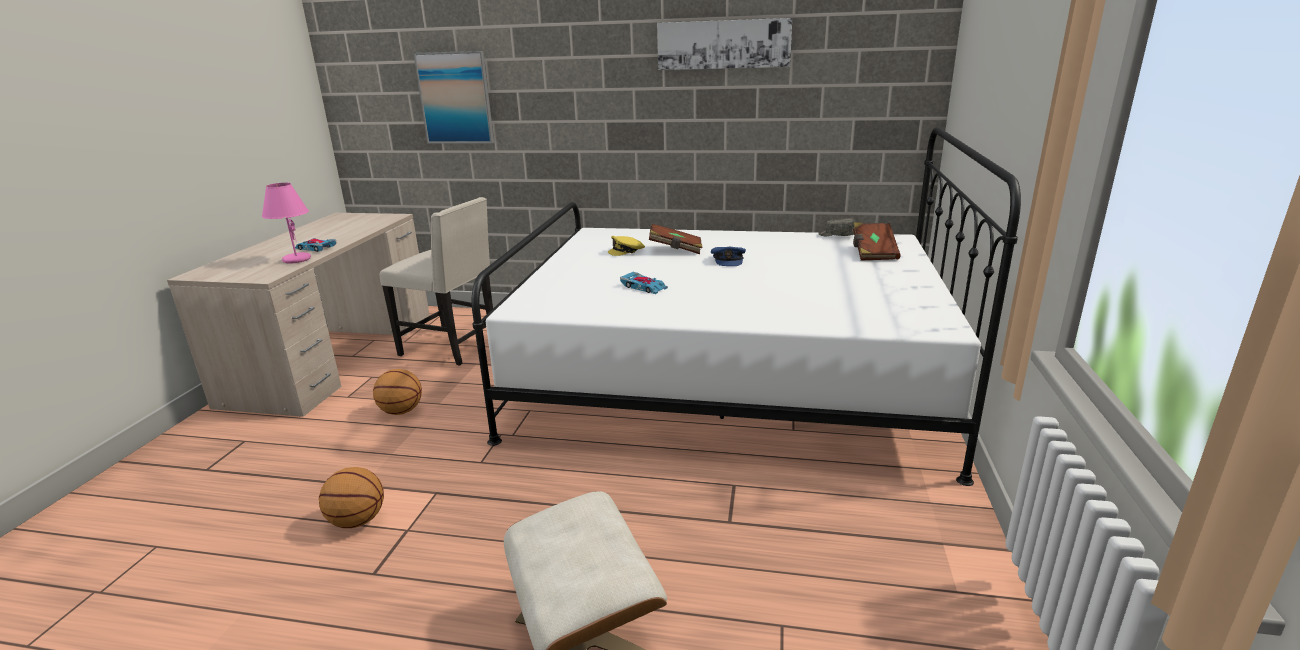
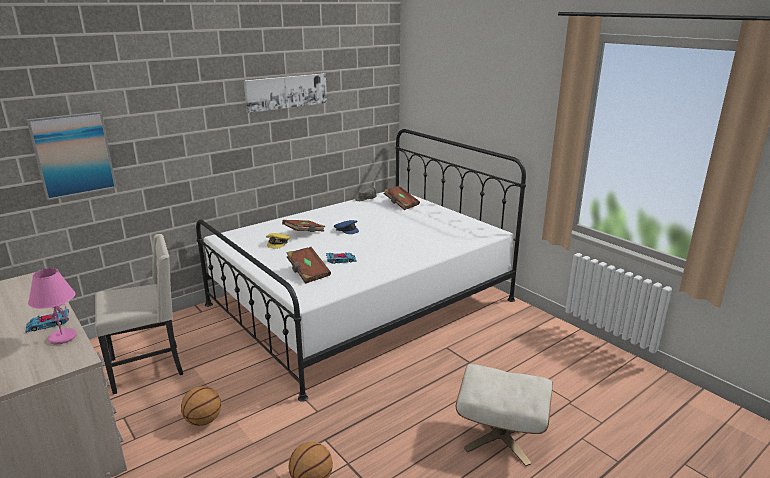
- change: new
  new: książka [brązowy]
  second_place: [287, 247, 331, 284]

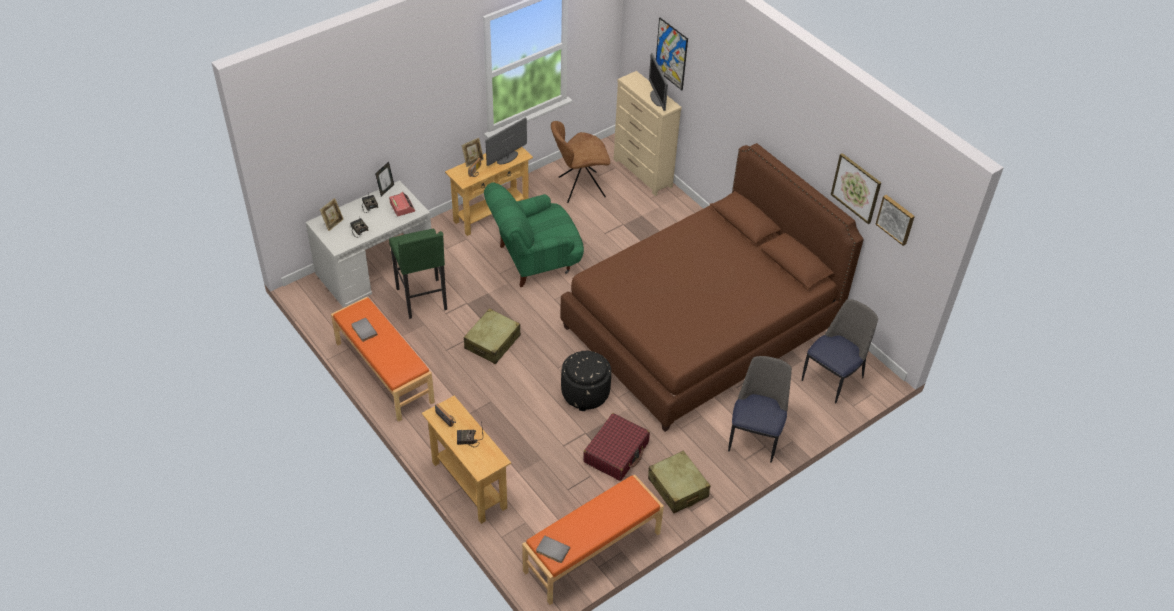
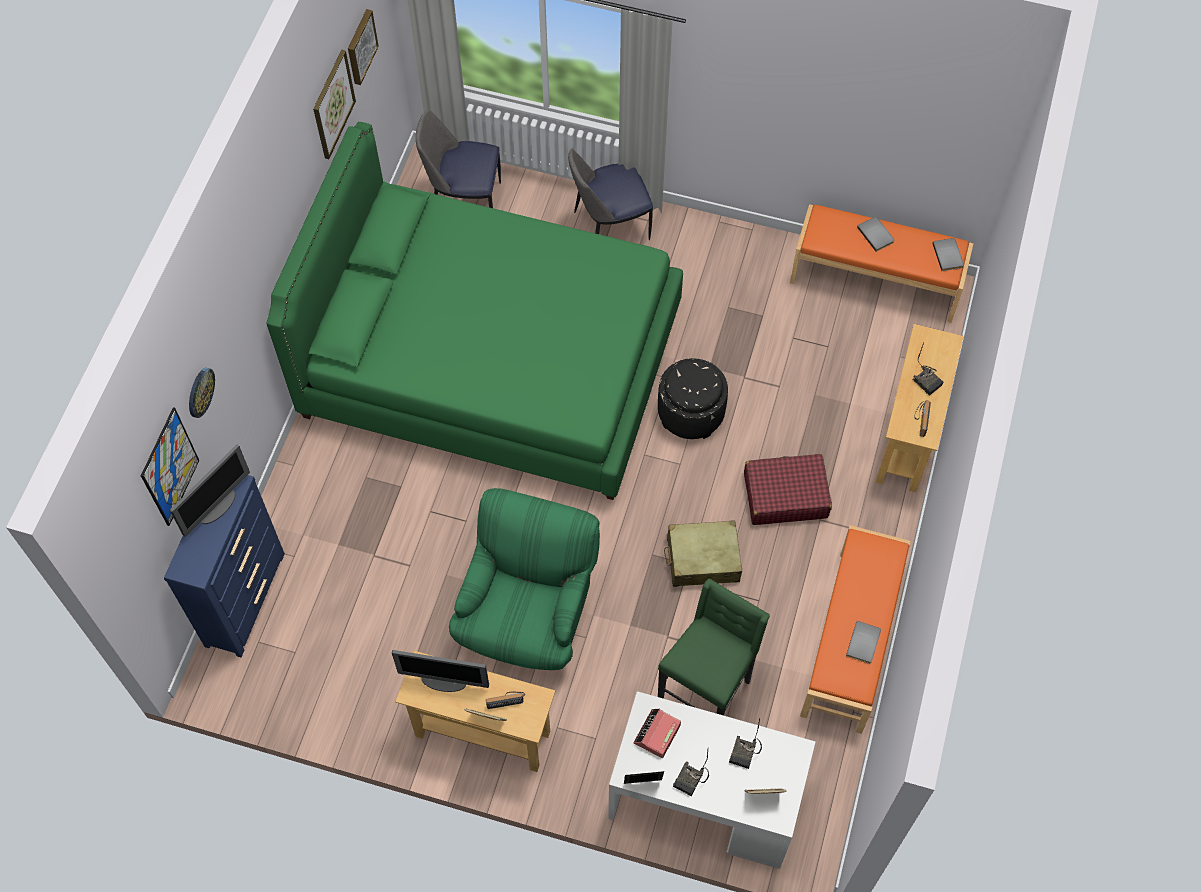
- change: rotated
  old: fotel [zielony]
  first_place: [484, 182, 584, 287]
  second_place: [449, 488, 600, 670]
  degrees: -105
- change: gone
  old: krzesło [brązowy]
  first_place: [551, 121, 610, 203]
- change: repainted
  old: łóżko [brązowy]
  new: łóżko [zielony]
  first_place: [560, 143, 864, 432]
  second_place: [266, 122, 683, 500]
- change: shifted
  old: walizka [czerwony]
  first_place: [583, 413, 650, 481]
  second_place: [744, 454, 832, 525]
- change: repainted
  old: komoda [beżowy]
  new: komoda [niebieski]
  first_place: [614, 71, 682, 196]
  second_place: [164, 475, 285, 657]
- change: gone
  old: walizka [beżowy]
  first_place: [648, 451, 710, 513]
- change: new
  new: zegar ścienny
  second_place: [189, 368, 215, 418]
- change: new
  new: książka [szary]
  second_place: [857, 217, 894, 252]

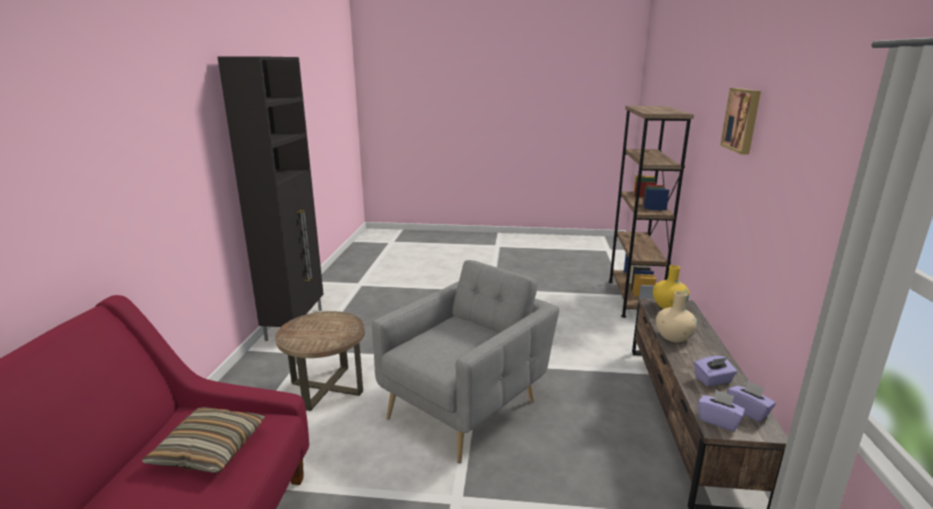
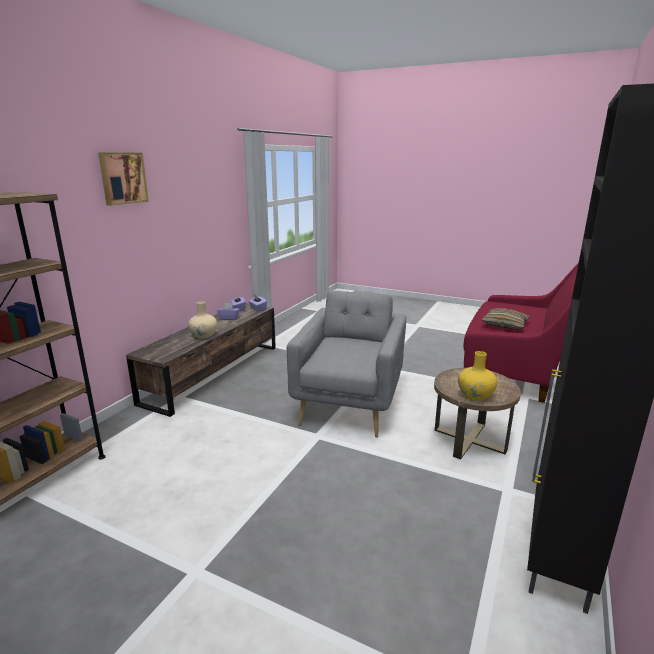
- change: rotated
  old: fotel [szary]
  first_place: [372, 260, 559, 463]
  second_place: [287, 291, 406, 437]
  degrees: 135
- change: shifted
  old: wazon [żółty]
  first_place: [653, 265, 690, 309]
  second_place: [458, 351, 497, 401]

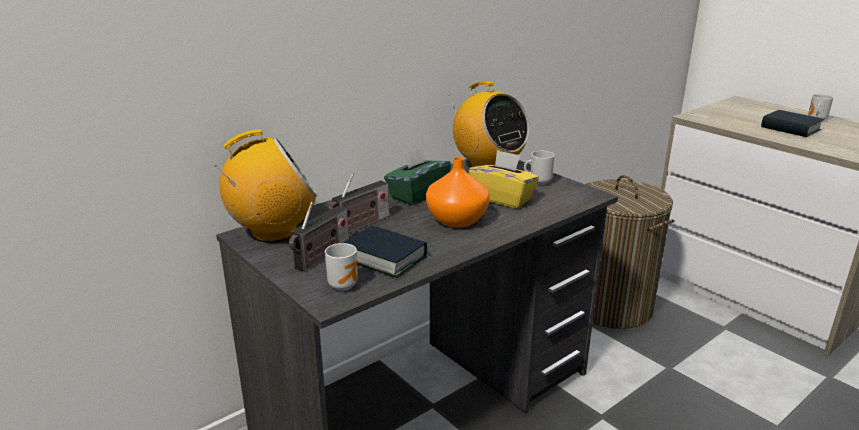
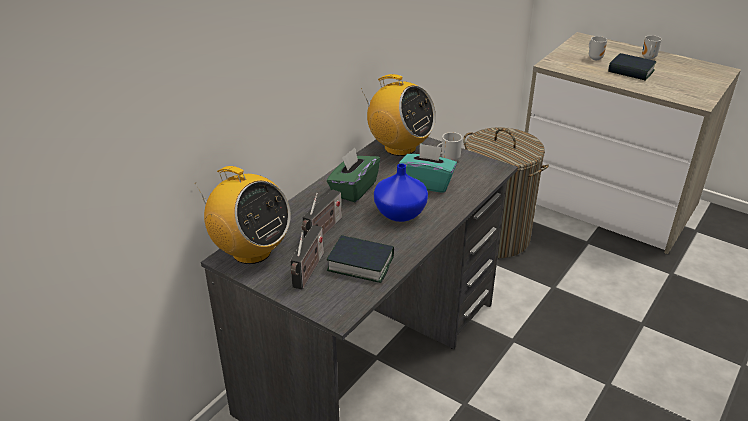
- change: rotated
  old: radio
  first_place: [215, 130, 317, 242]
  second_place: [194, 166, 291, 264]
  degrees: 75
- change: shifted
  old: kubek
  first_place: [325, 243, 358, 291]
  second_place: [589, 36, 607, 60]
- change: repainted
  old: wazon [pomarańczowy]
  new: wazon [niebieski]
  first_place: [426, 157, 490, 228]
  second_place: [374, 164, 428, 222]
- change: repainted
  old: pudełko chusteczek [żółty]
  new: pudełko chusteczek [turkusowy]
  first_place: [469, 150, 539, 208]
  second_place: [399, 143, 457, 193]

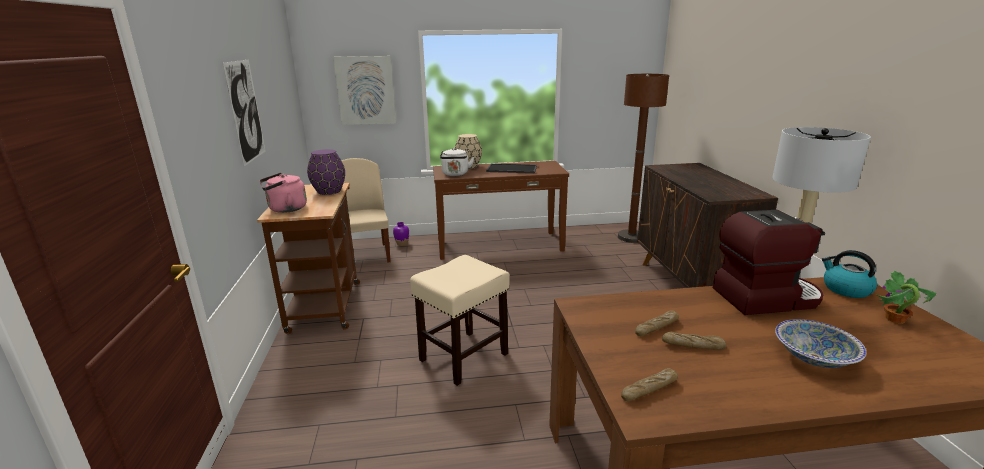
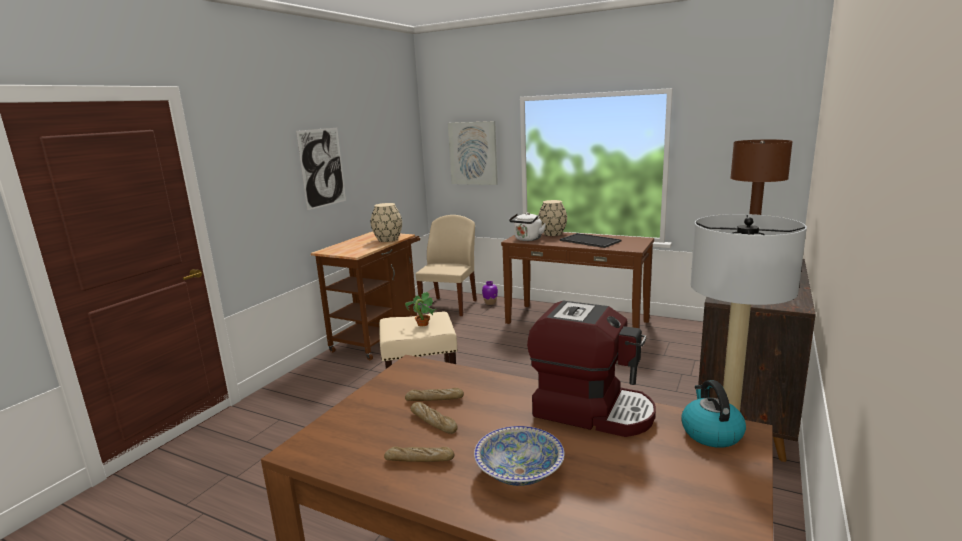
- change: gone
  old: czajnik [różowy]
  first_place: [260, 173, 307, 213]
- change: repainted
  old: wazon [fioletowy]
  new: wazon [beżowy]
  first_place: [307, 149, 345, 195]
  second_place: [371, 203, 402, 242]
- change: shifted
  old: chleb
  first_place: [621, 368, 678, 401]
  second_place: [384, 446, 454, 462]
- change: shifted
  old: roślina doniczkowa
  first_place: [877, 271, 936, 324]
  second_place: [405, 292, 436, 326]

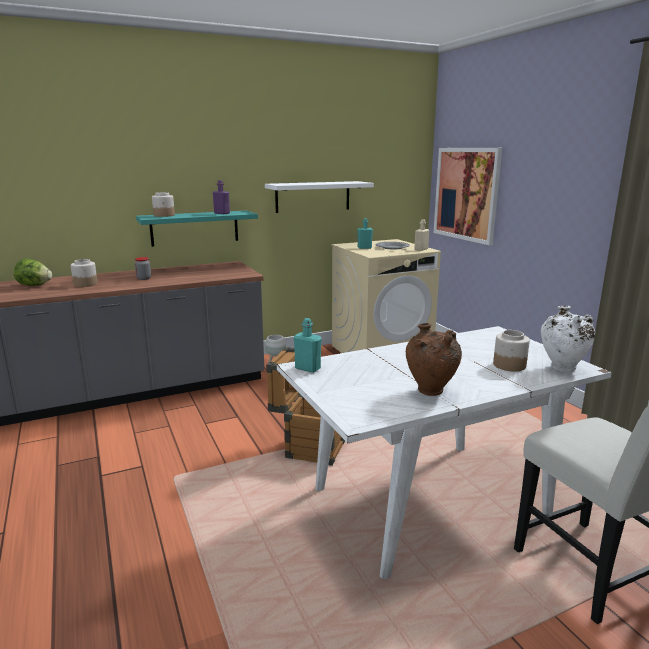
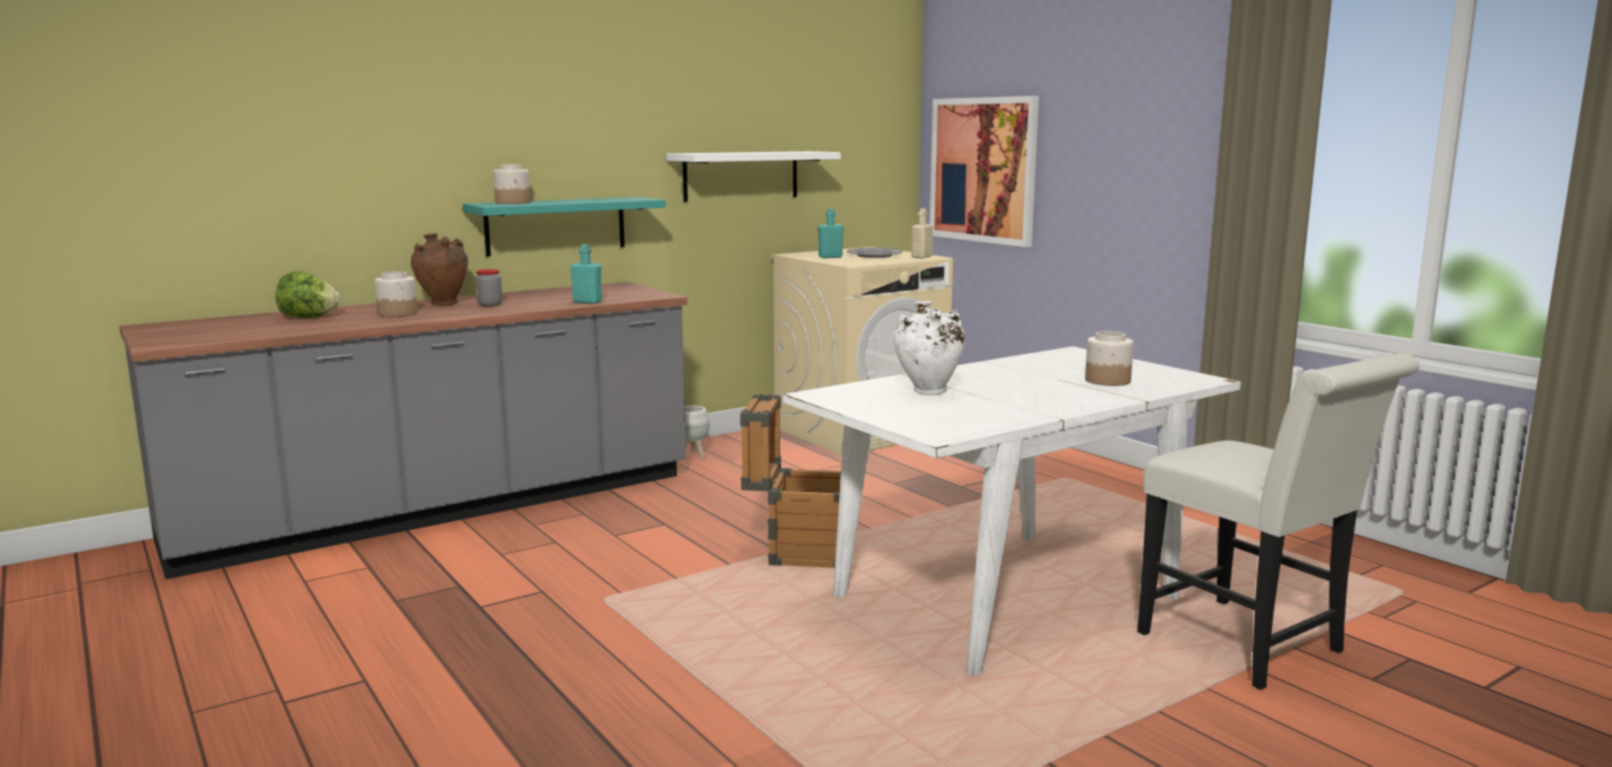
- change: gone
  old: butelka [fioletowy]
  first_place: [213, 180, 230, 214]
- change: shifted
  old: butelka [turkusowy]
  first_place: [294, 318, 322, 373]
  second_place: [570, 244, 602, 304]
- change: shifted
  old: wazon [brązowy]
  first_place: [406, 323, 462, 396]
  second_place: [411, 233, 468, 306]
- change: shifted
  old: wazon [biały]
  first_place: [541, 306, 595, 372]
  second_place: [893, 301, 965, 395]

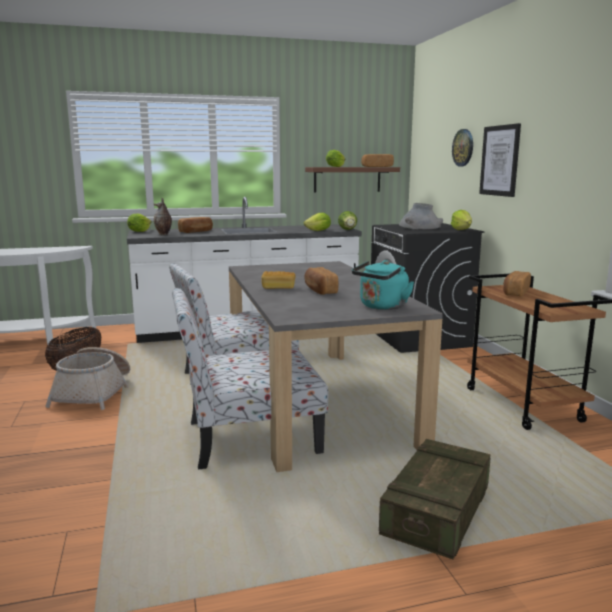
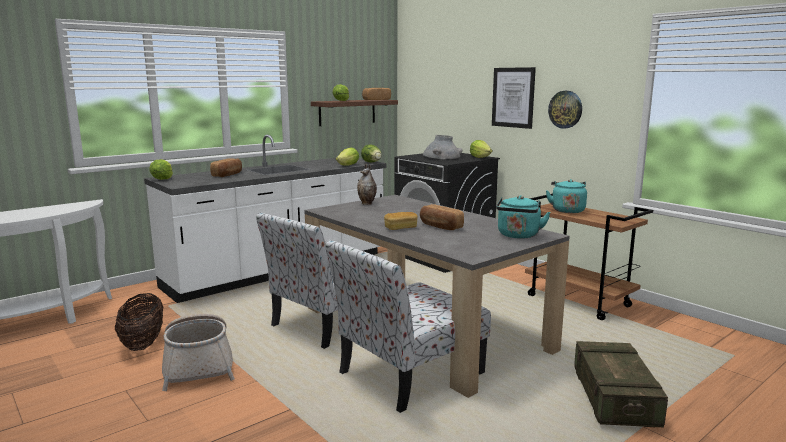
- change: shifted
  old: wazon
  first_place: [154, 198, 172, 235]
  second_place: [357, 164, 377, 205]
- change: shifted
  old: zegar ścienny
  first_place: [452, 129, 473, 166]
  second_place: [548, 91, 582, 129]
- change: swapped
  old: chleb
  new: czajnik [turkusowy]
  first_place: [503, 271, 531, 297]
  second_place: [546, 179, 587, 213]

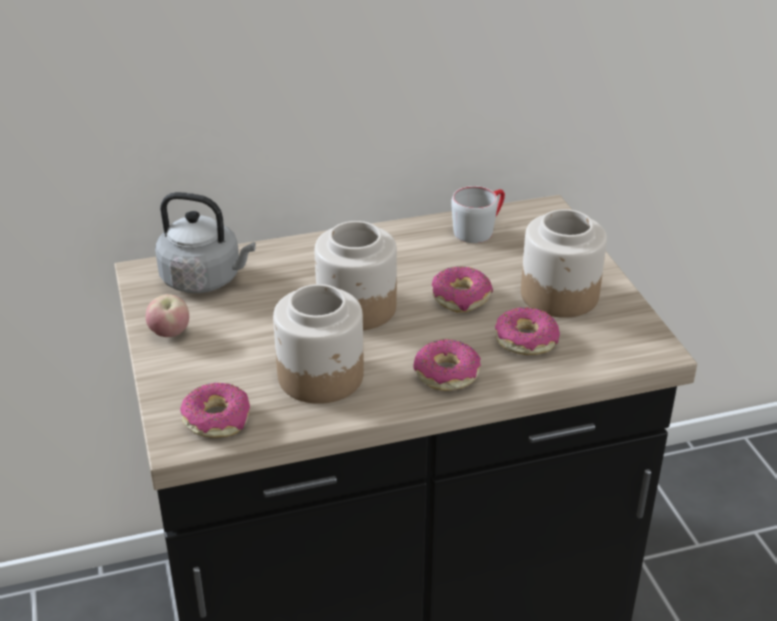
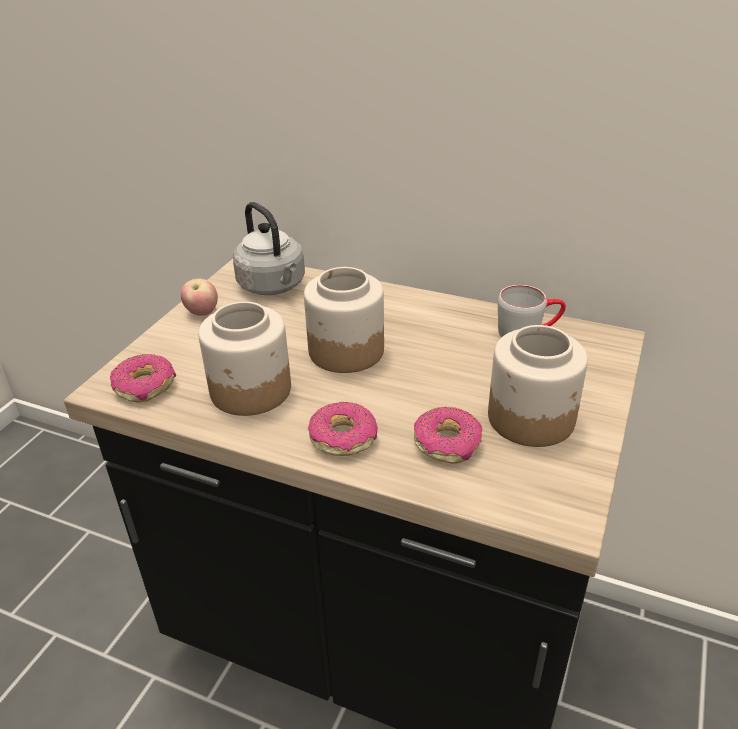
- change: gone
  old: donut
  first_place: [432, 266, 493, 312]

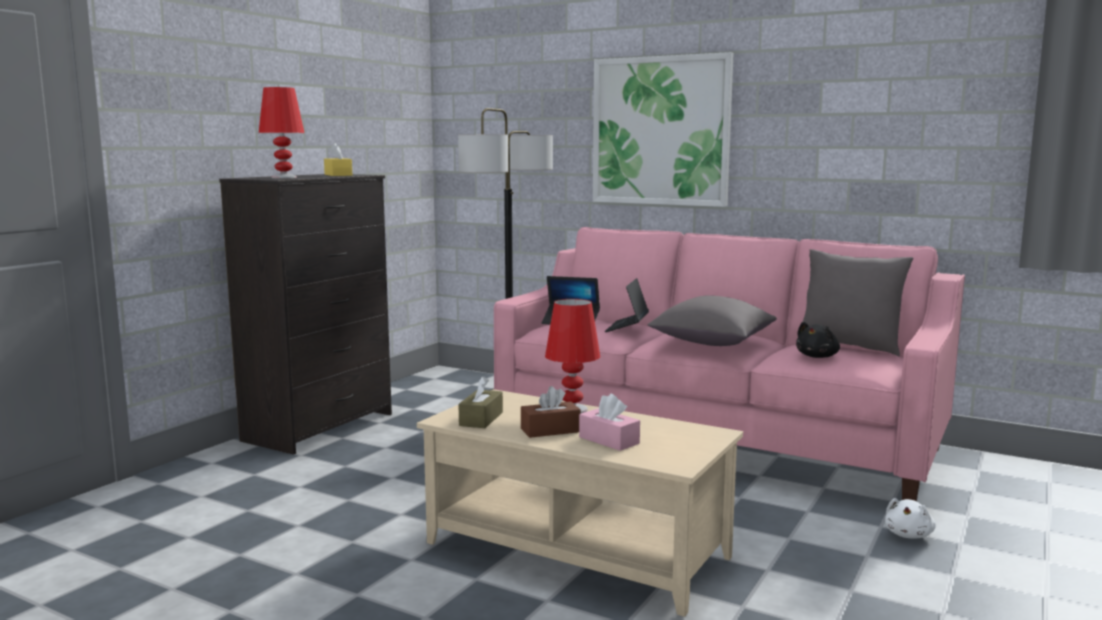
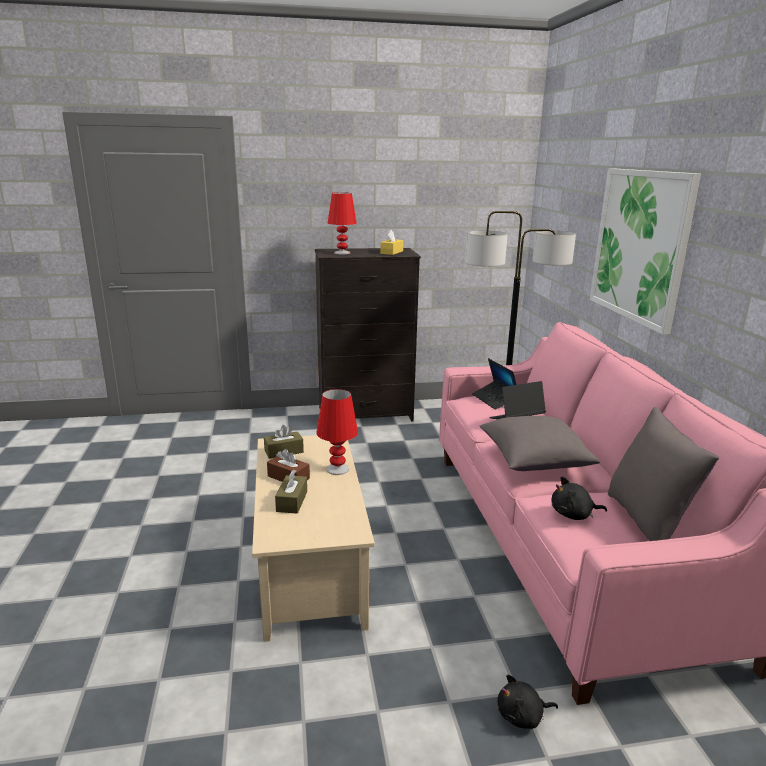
- change: repainted
  old: pudełko chusteczek [różowy]
  new: pudełko chusteczek [brązowy]
  first_place: [579, 394, 640, 451]
  second_place: [275, 469, 307, 514]
- change: repainted
  old: pluszak [biały]
  new: pluszak [czarny]
  first_place: [885, 498, 936, 538]
  second_place: [497, 675, 558, 729]

